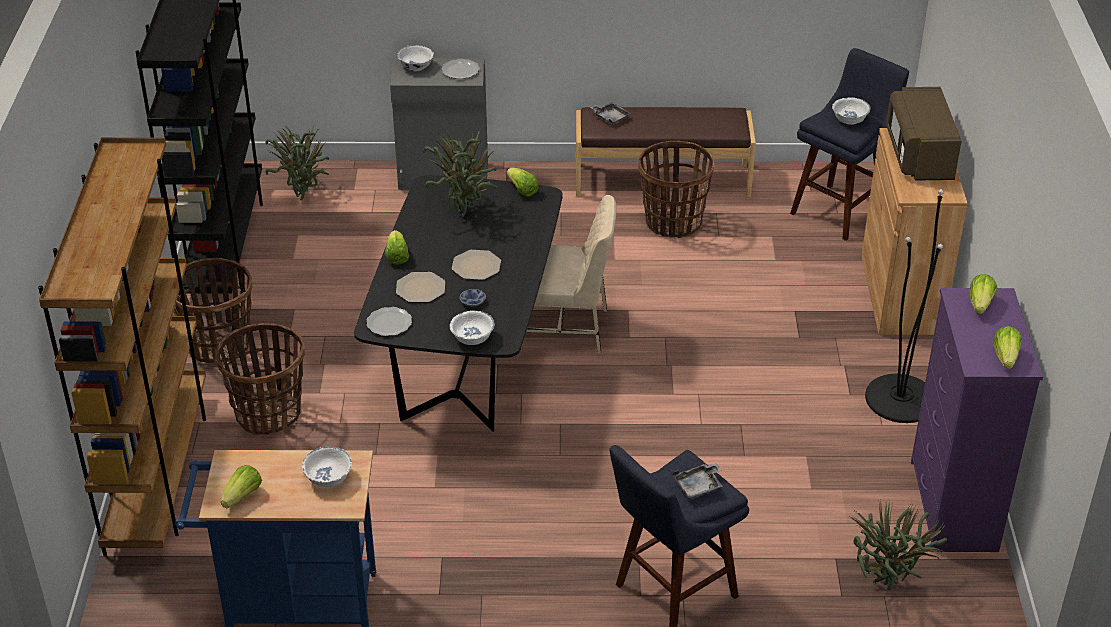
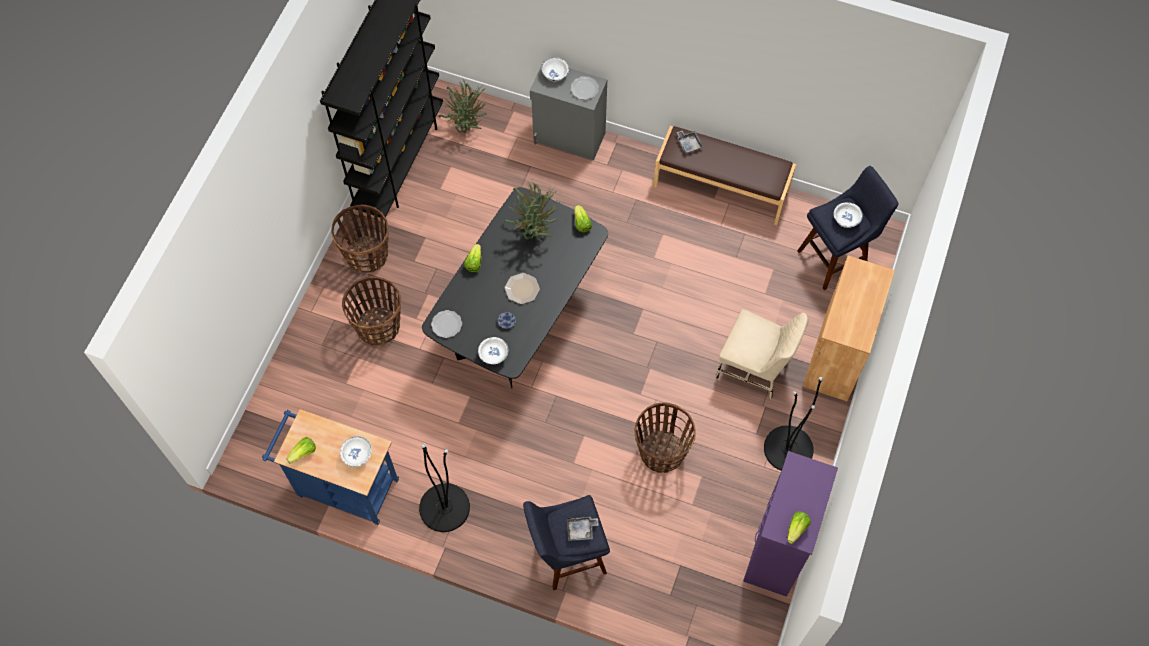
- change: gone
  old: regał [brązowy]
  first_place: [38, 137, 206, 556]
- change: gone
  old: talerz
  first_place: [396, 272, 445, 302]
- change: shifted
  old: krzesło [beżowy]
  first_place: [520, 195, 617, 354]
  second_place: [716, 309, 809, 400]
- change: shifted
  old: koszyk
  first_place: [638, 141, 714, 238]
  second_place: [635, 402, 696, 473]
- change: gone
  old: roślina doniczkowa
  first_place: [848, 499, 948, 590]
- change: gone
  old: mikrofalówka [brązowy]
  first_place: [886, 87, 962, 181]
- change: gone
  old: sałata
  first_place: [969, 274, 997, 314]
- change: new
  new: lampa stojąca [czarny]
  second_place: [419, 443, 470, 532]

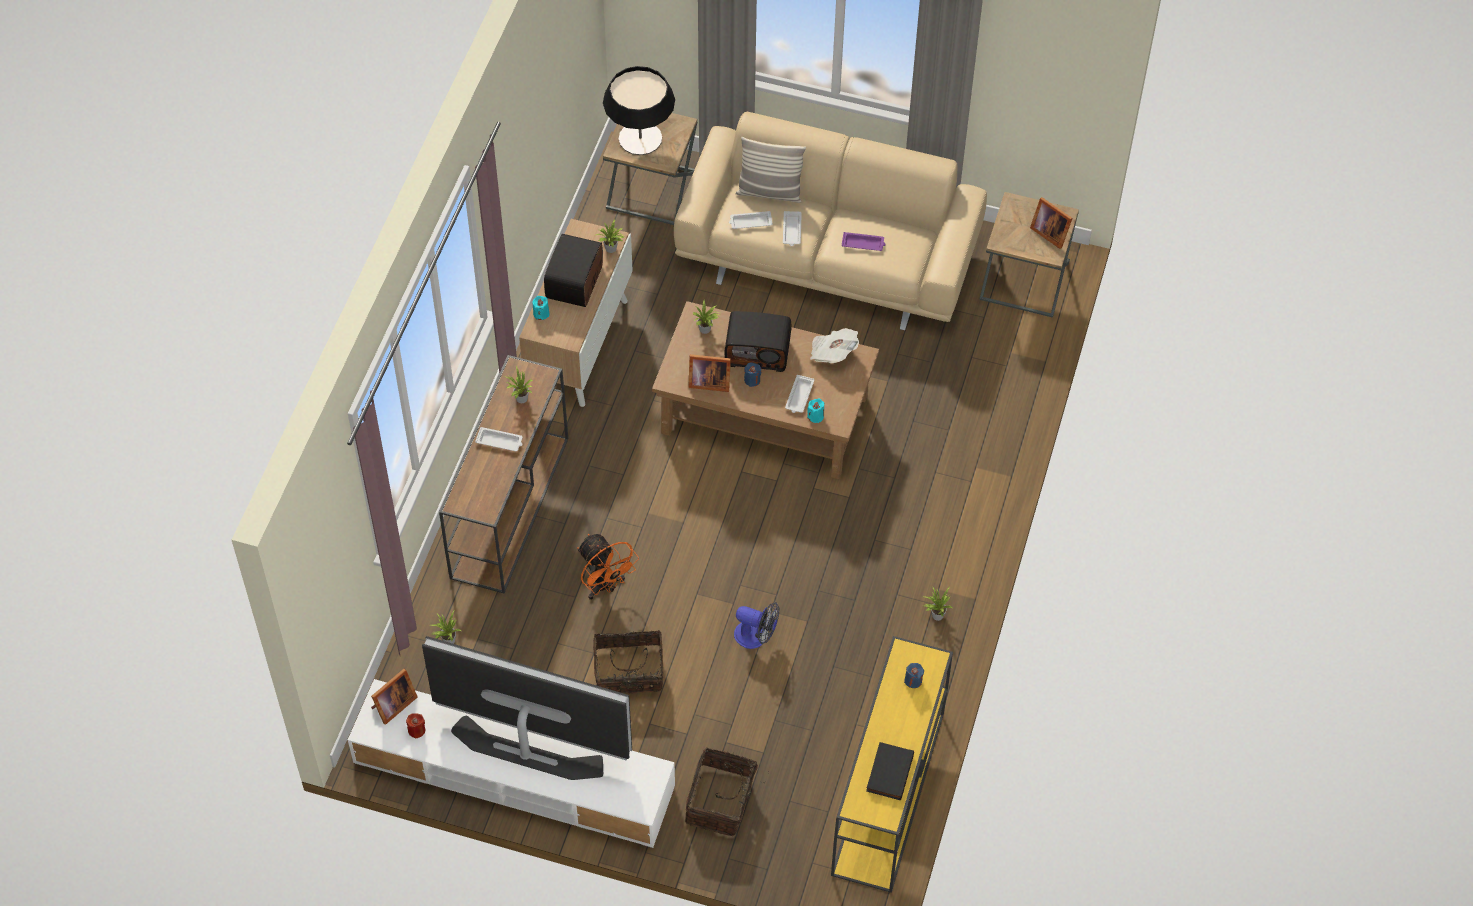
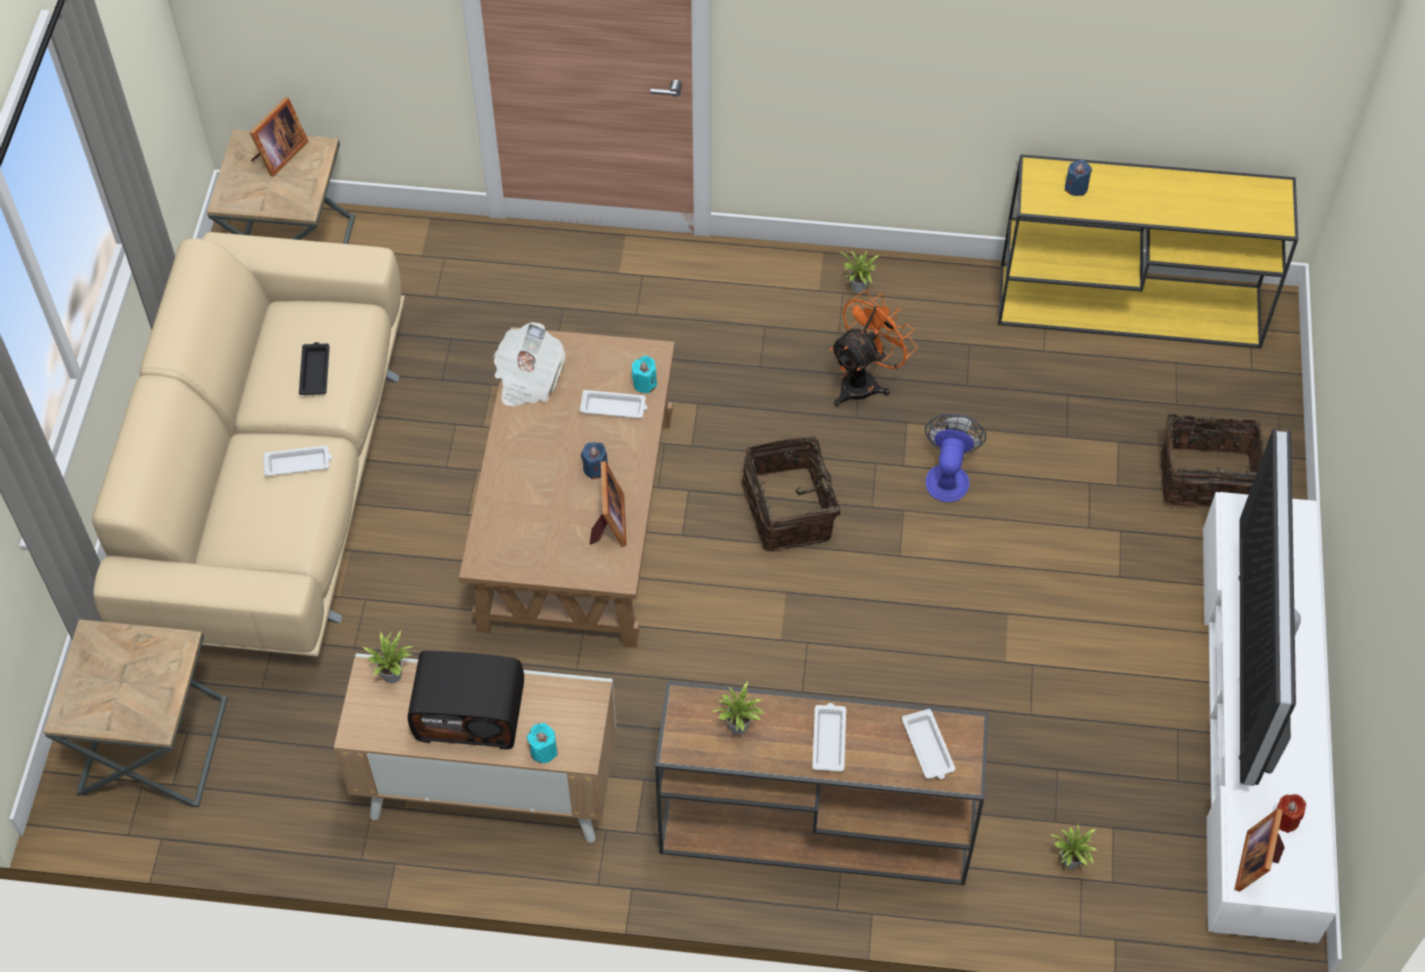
- change: rotated
  old: ramka na zdjęcie
  first_place: [371, 669, 418, 725]
  second_place: [1234, 808, 1285, 892]
  degrees: -105
- change: shifted
  old: wentylator [pomarańczowy]
  first_place: [577, 534, 639, 600]
  second_place: [830, 290, 917, 407]
- change: shifted
  old: koszyk
  first_place: [593, 630, 663, 694]
  second_place: [741, 436, 840, 551]
- change: gone
  old: lampa stołowa
  first_place: [603, 66, 675, 155]
- change: gone
  old: roślina doniczkowa
  first_place: [693, 300, 720, 334]
- change: gone
  old: radio
  first_place: [724, 311, 792, 372]
- change: shifted
  old: taca [biały]
  first_place: [729, 211, 773, 229]
  second_place: [902, 709, 955, 779]
- change: gone
  old: poduszka
  first_place: [735, 137, 806, 203]
- change: repainted
  old: taca [fioletowy]
  new: taca [czarny]
  first_place: [842, 232, 886, 251]
  second_place: [299, 342, 329, 395]
- change: gone
  old: książka [czarny]
  first_place: [866, 742, 914, 800]

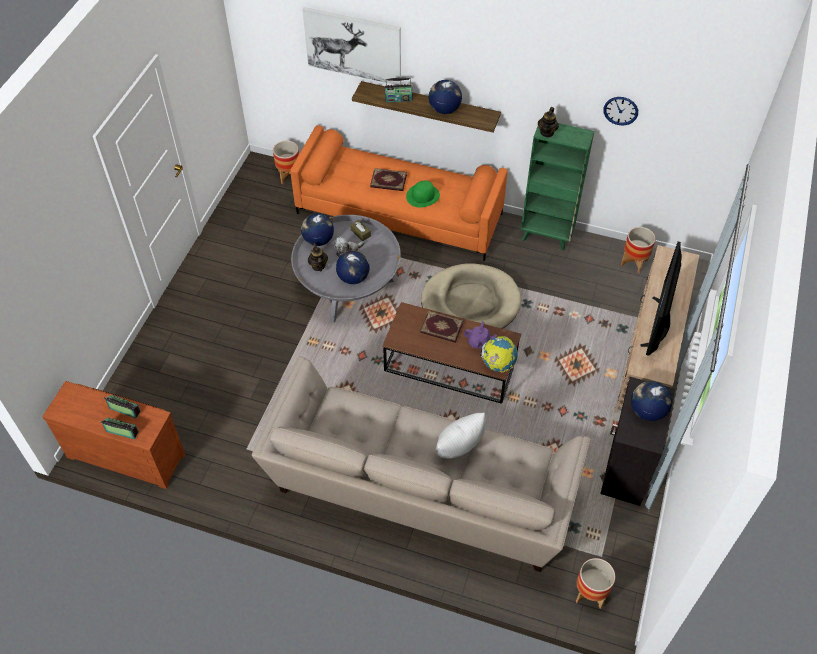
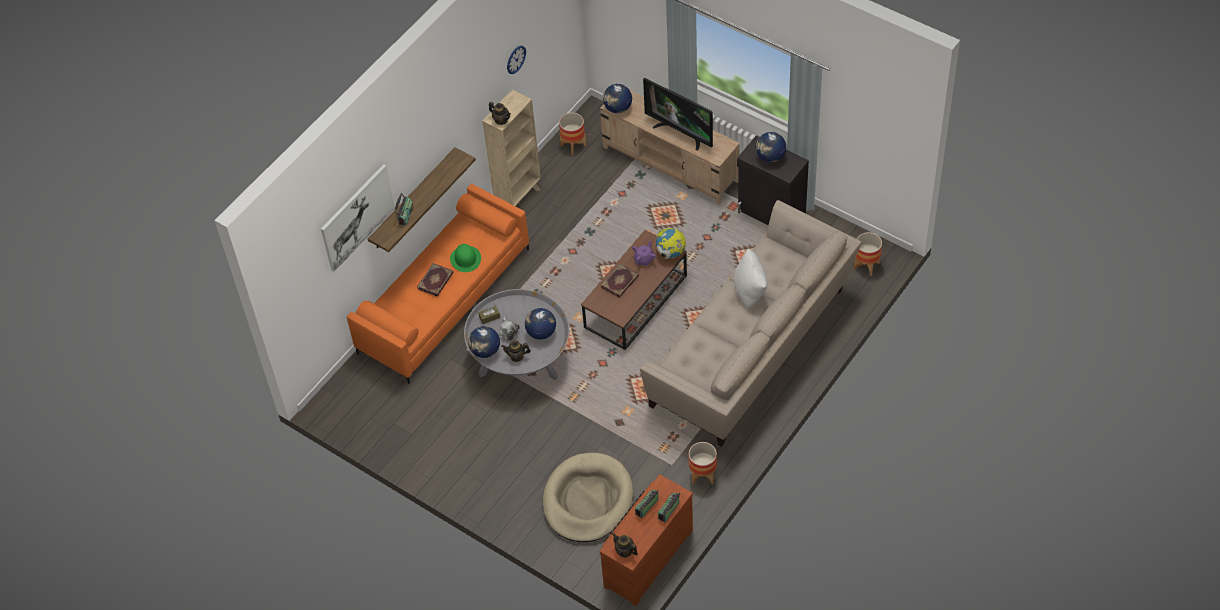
- change: shifted
  old: donica
  first_place: [273, 141, 299, 184]
  second_place: [688, 442, 717, 484]
- change: shifted
  old: legowisko [beżowy]
  first_place: [421, 263, 521, 329]
  second_place: [543, 453, 633, 542]
- change: shifted
  old: globus
  first_place: [429, 80, 462, 114]
  second_place: [603, 84, 632, 113]
- change: repainted
  old: regał [zielony]
  new: regał [beżowy]
  first_place: [521, 123, 594, 251]
  second_place: [482, 90, 541, 206]
- change: new
  new: imbryk
  second_place: [612, 533, 638, 558]

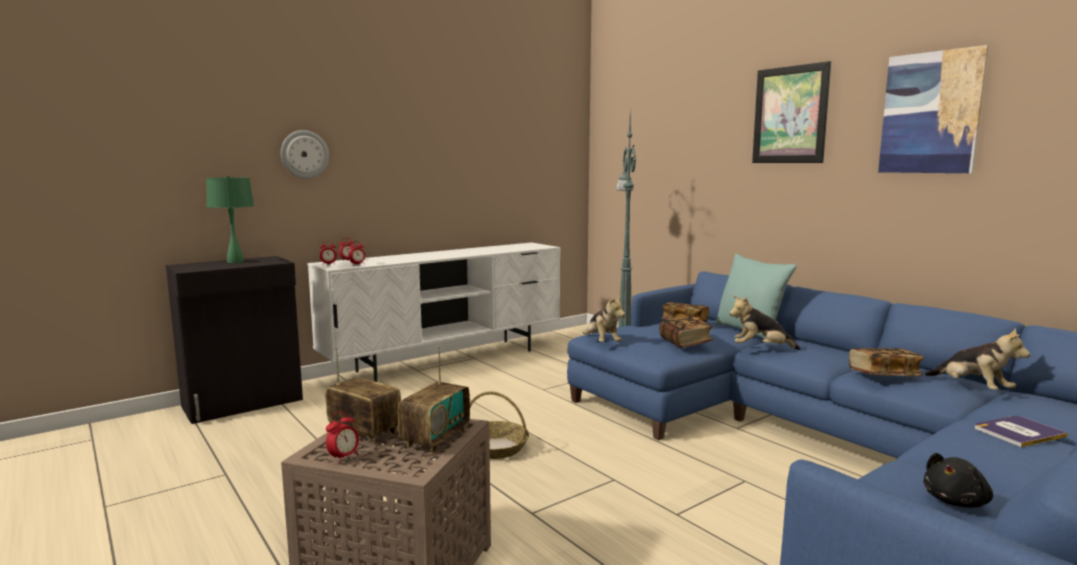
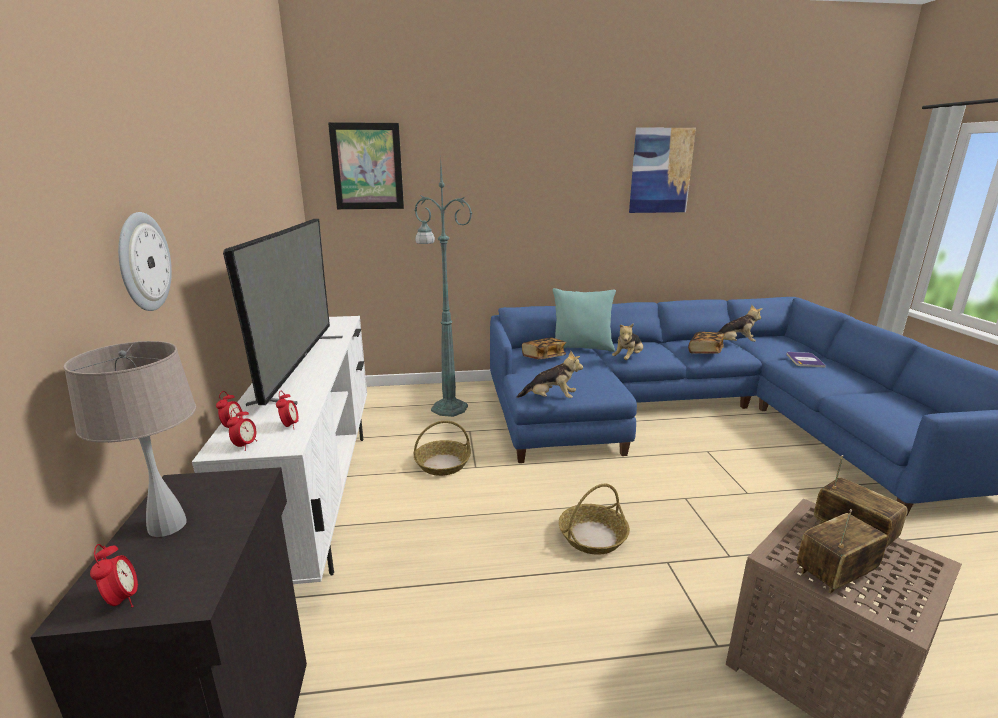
- change: repainted
  old: lampa stołowa [zielony]
  new: lampa stołowa [beżowy]
  first_place: [206, 176, 254, 263]
  second_place: [64, 341, 196, 537]
- change: shifted
  old: budzik
  first_place: [326, 411, 359, 463]
  second_place: [90, 544, 138, 607]
- change: gone
  old: książka
  first_place: [659, 316, 713, 348]
- change: shifted
  old: obraz
  first_place: [752, 61, 831, 163]
  second_place: [328, 122, 404, 209]
- change: gone
  old: pluszak [czarny]
  first_place: [923, 453, 993, 508]
- change: new
  new: telewizor
  second_place: [223, 219, 343, 406]
- change: new
  new: koszyk
  second_place: [413, 420, 471, 476]

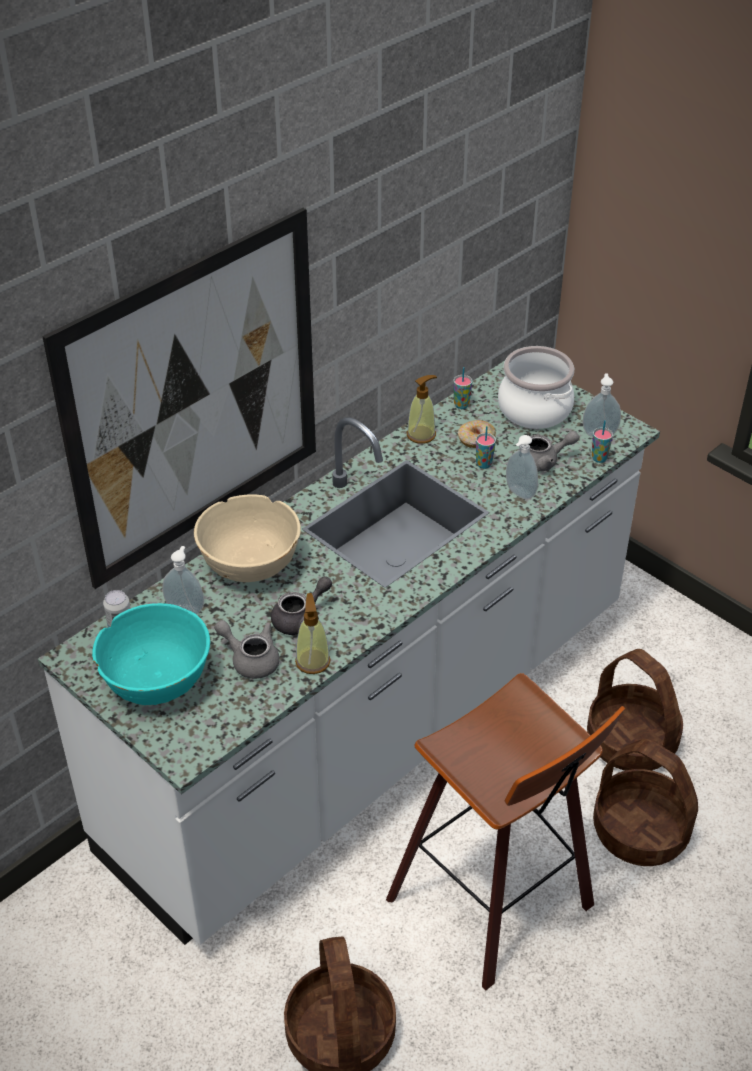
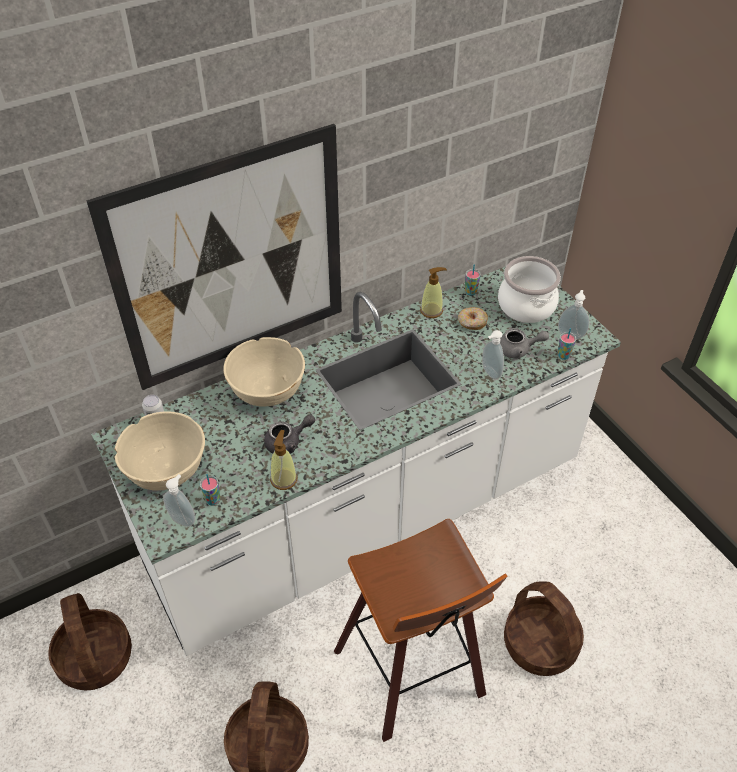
- change: repainted
  old: miska [turkusowy]
  new: miska [beżowy]
  first_place: [92, 603, 210, 705]
  second_place: [115, 411, 205, 491]
- change: shifted
  old: dozownik mydła
  first_place: [162, 546, 204, 615]
  second_place: [163, 474, 195, 527]
- change: gone
  old: imbryk [szary]
  first_place: [214, 620, 280, 679]
- change: shifted
  old: filiżanka
  first_place: [476, 426, 496, 469]
  second_place: [200, 474, 220, 506]
- change: shifted
  old: koszyk
  first_place: [587, 649, 683, 771]
  second_place: [48, 593, 132, 690]

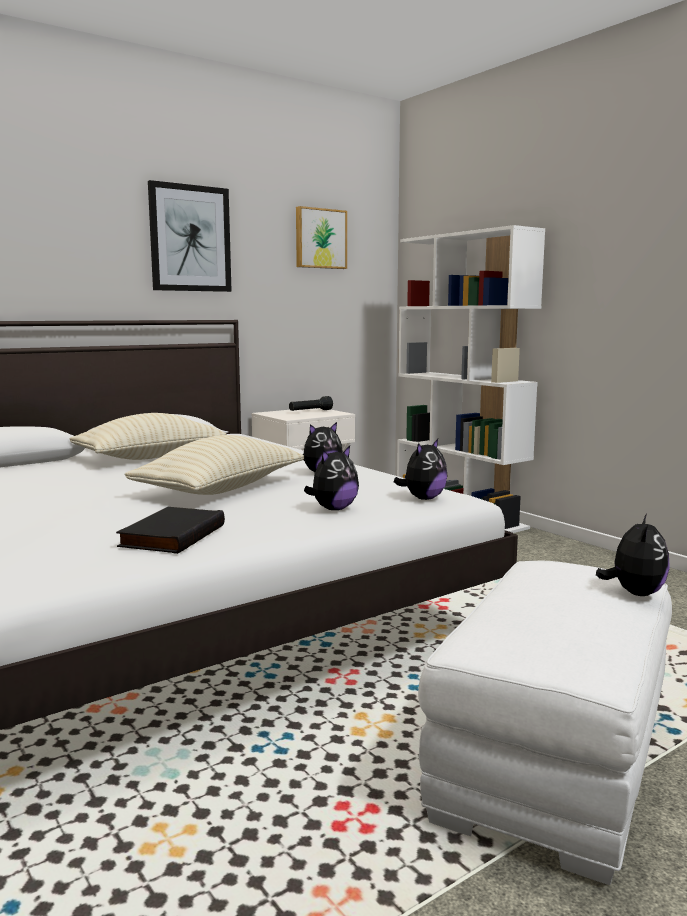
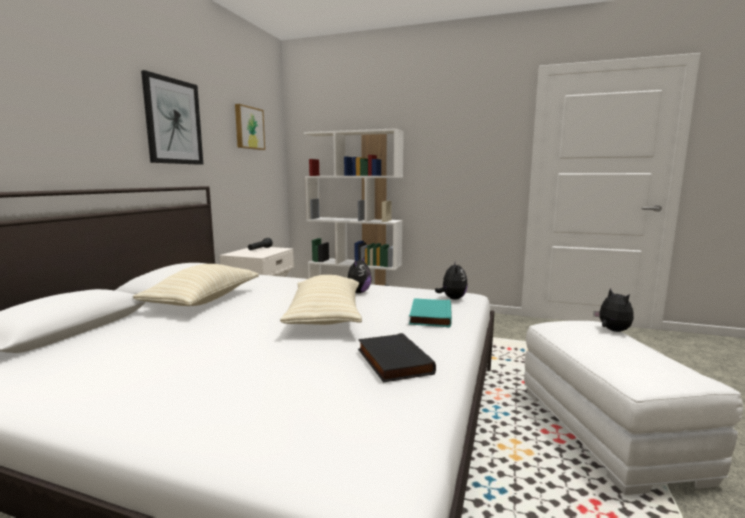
- change: swapped
  old: pluszak
  new: książka [turkusowy]
  first_place: [304, 446, 359, 510]
  second_place: [409, 298, 452, 328]

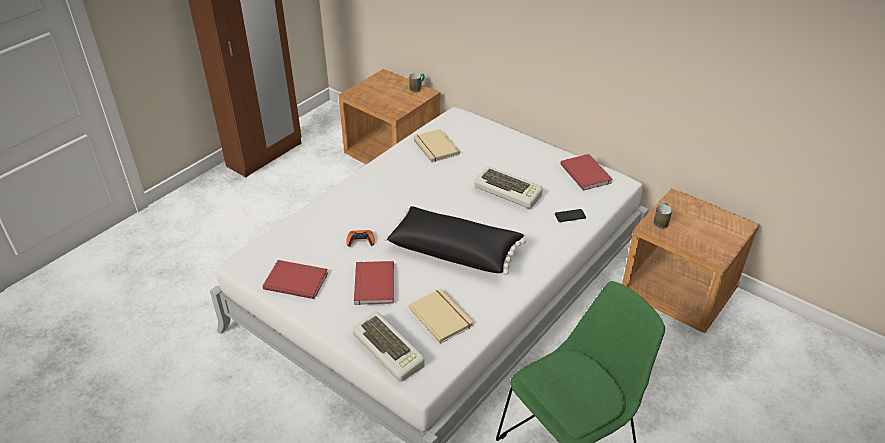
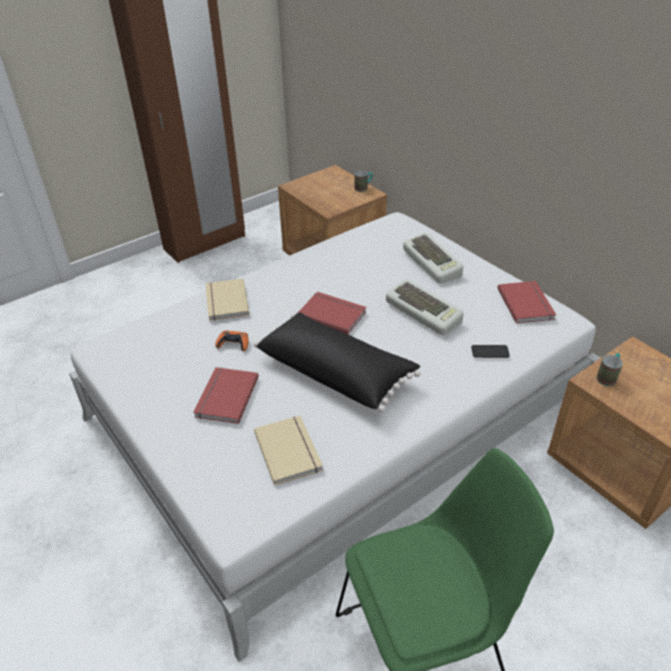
- change: shifted
  old: książka [czerwony]
  first_place: [263, 260, 328, 299]
  second_place: [298, 292, 367, 334]
- change: shifted
  old: klawiatura
  first_place: [353, 312, 425, 382]
  second_place: [403, 233, 463, 283]
- change: shifted
  old: książka [beżowy]
  first_place: [413, 129, 460, 163]
  second_place: [205, 279, 249, 321]

